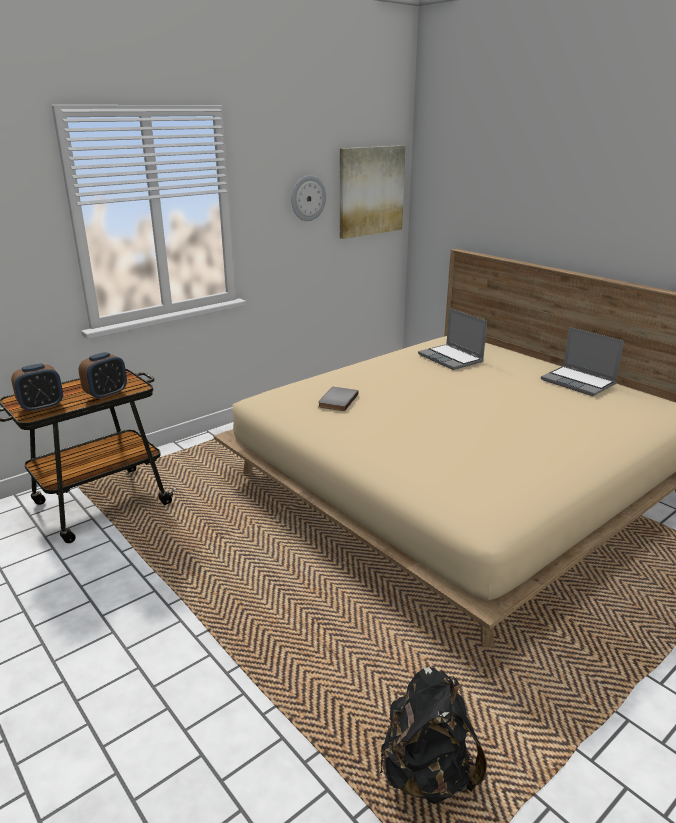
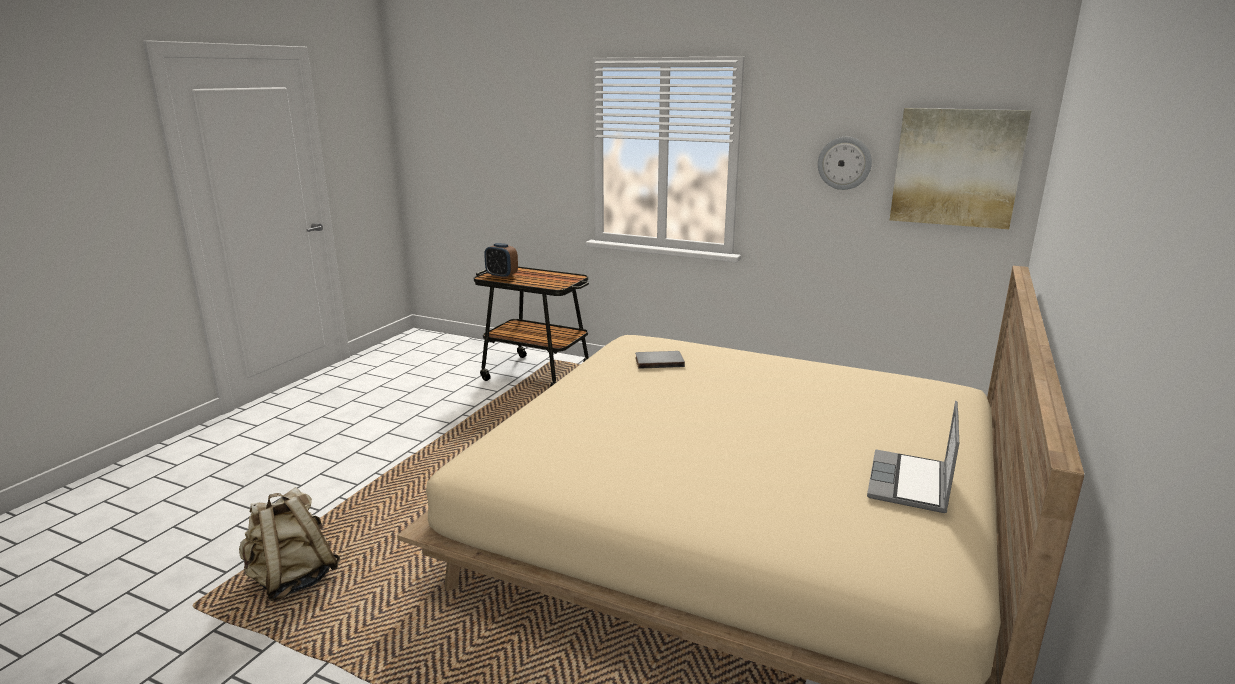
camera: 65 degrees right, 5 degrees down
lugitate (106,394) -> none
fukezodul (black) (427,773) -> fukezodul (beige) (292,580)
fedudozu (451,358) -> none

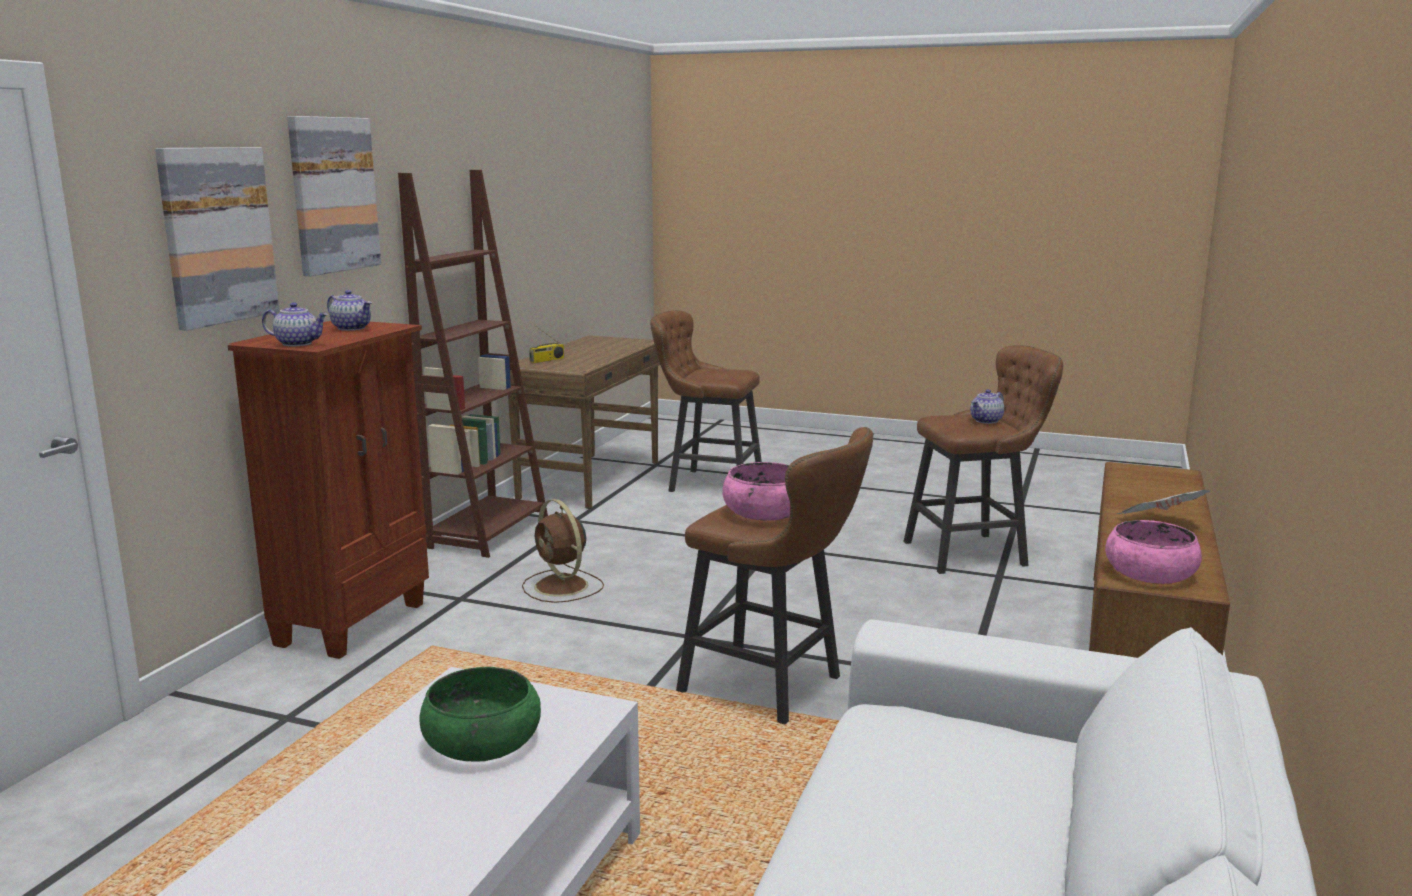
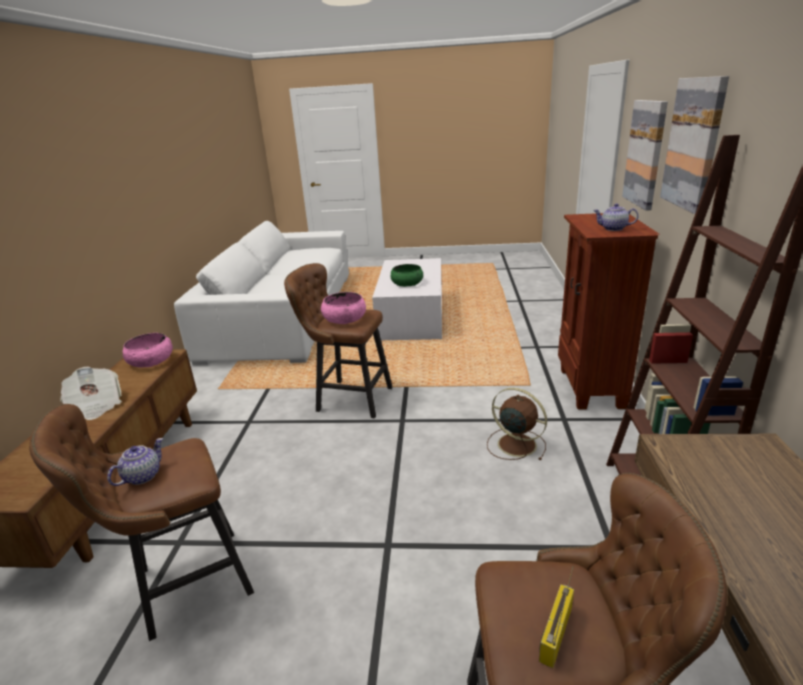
camera: 165 degrees right, 10 degrees up
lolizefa (298,344) -> none
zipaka (547,360) -> zipaka (555,631), move

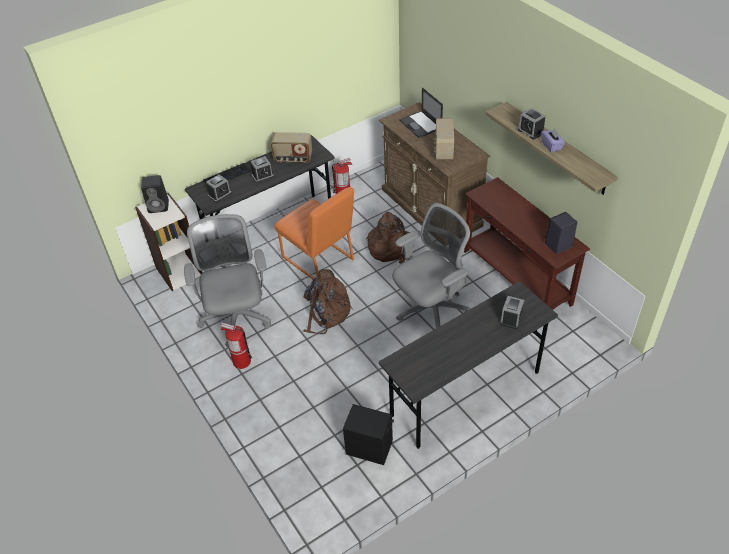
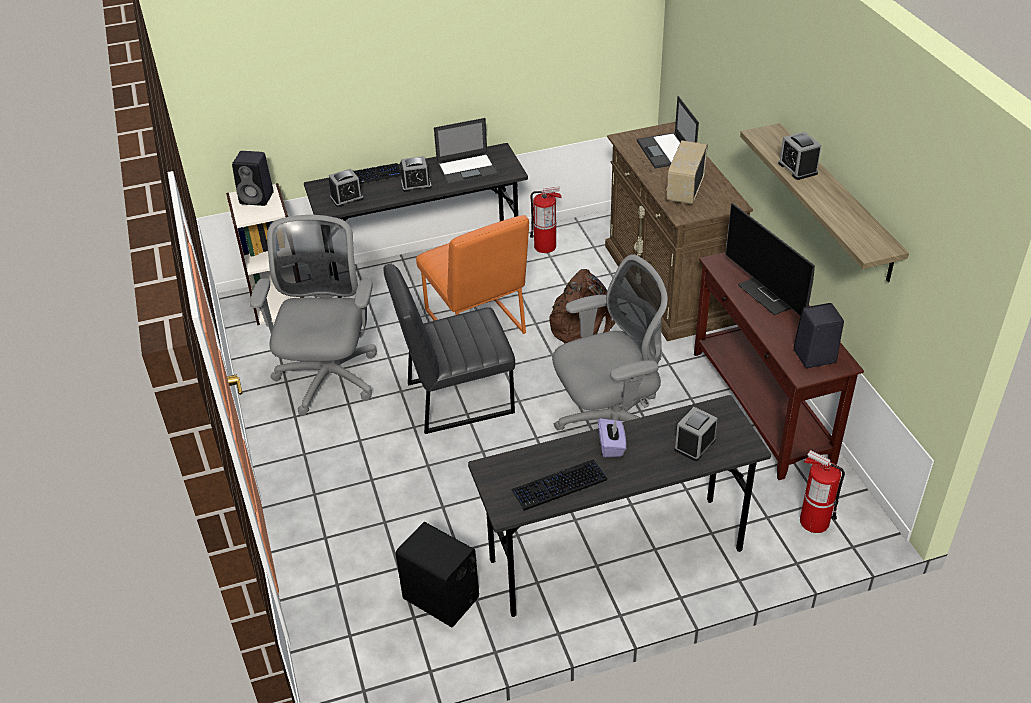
camera: 15 degrees right, 5 degrees down
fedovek (241,361) -> fedovek (813,522), move
zipaka (293,158) -> fedudozu (468,169)
fukezodul (brown) (326,313) -> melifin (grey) (456,398)
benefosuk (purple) (551,146) -> benefosuk (purple) (611,446), move
none -> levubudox (559,486)
none -> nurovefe (771,295)

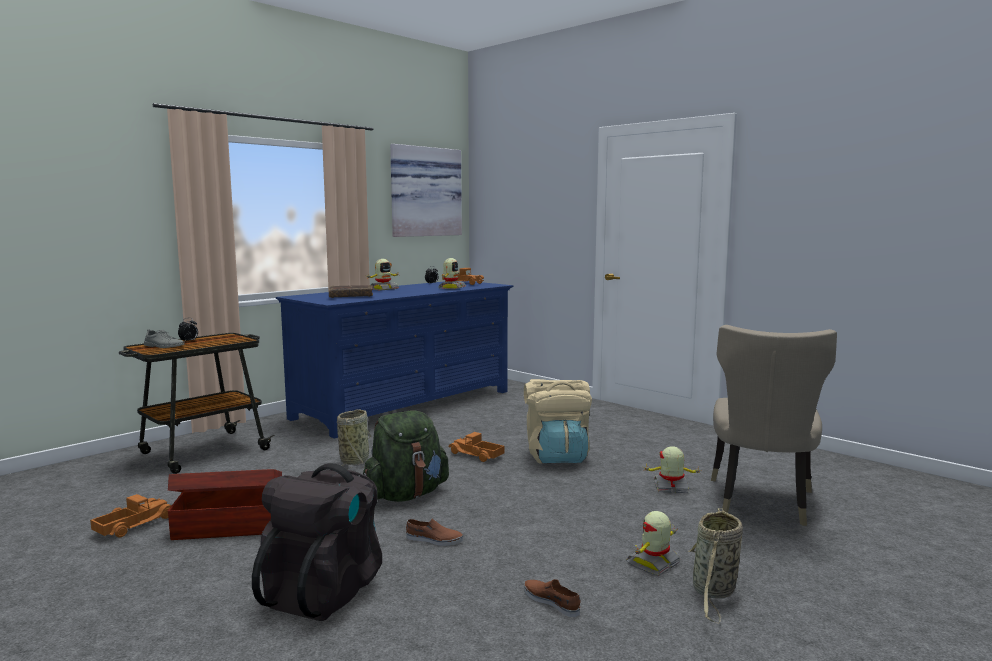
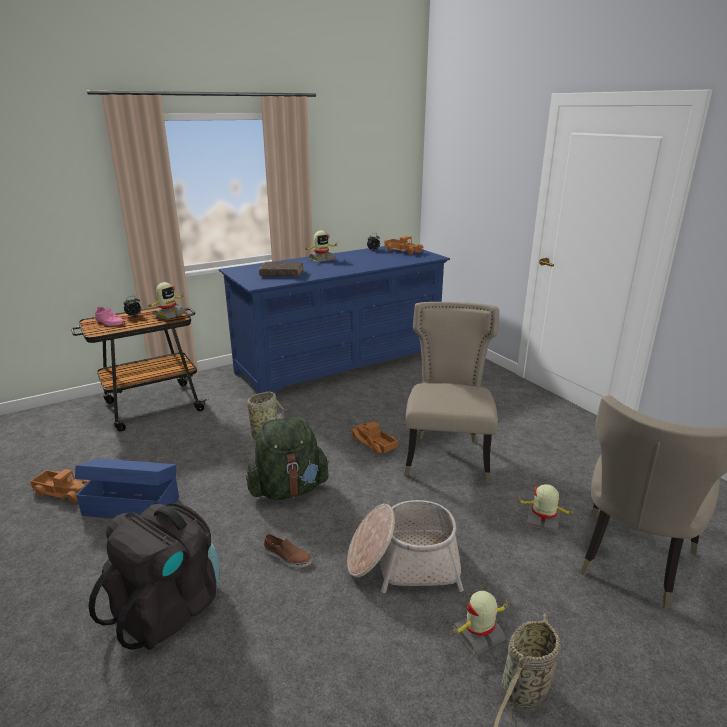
camera: 15 degrees right, 15 degrees up
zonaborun (133,524) -> zonaborun (64,491), 60 degrees clockwise
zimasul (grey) (164,346) -> zimasul (pink) (110,322)
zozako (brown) (228,526) -> zozako (blue) (131,505)
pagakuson (424,192) -> none
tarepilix (451,288) -> tarepilix (169,315), move
fukezodul (beige) (557,456) -> melifin (beige) (447,456)
zimasul (brown) (552,601) -> none
none -> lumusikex (403,562)

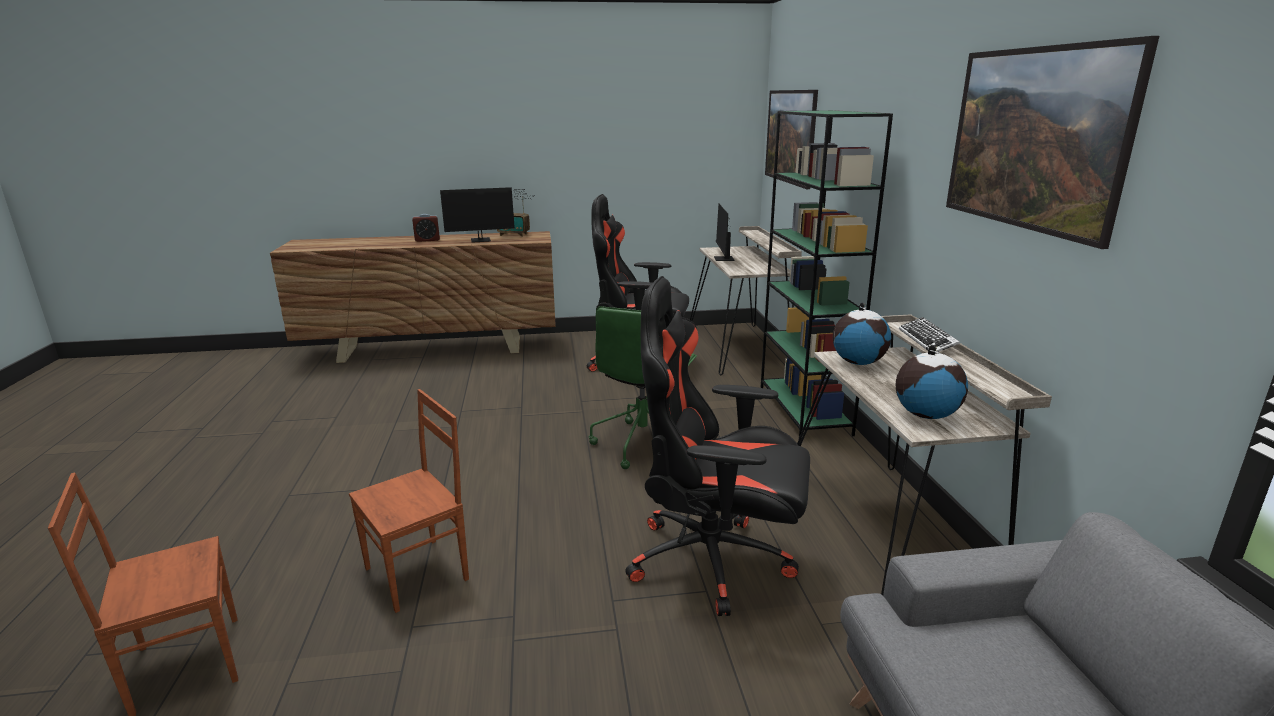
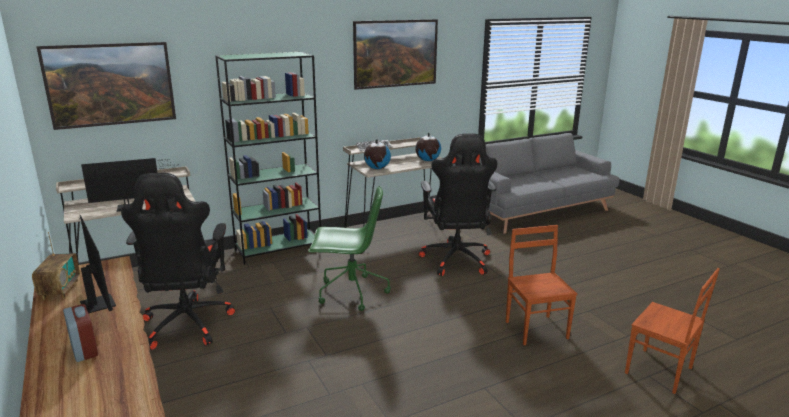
camera: 110 degrees left, 0 degrees up
melifin (brown) (419,574) -> melifin (brown) (536,329), 45 degrees clockwise

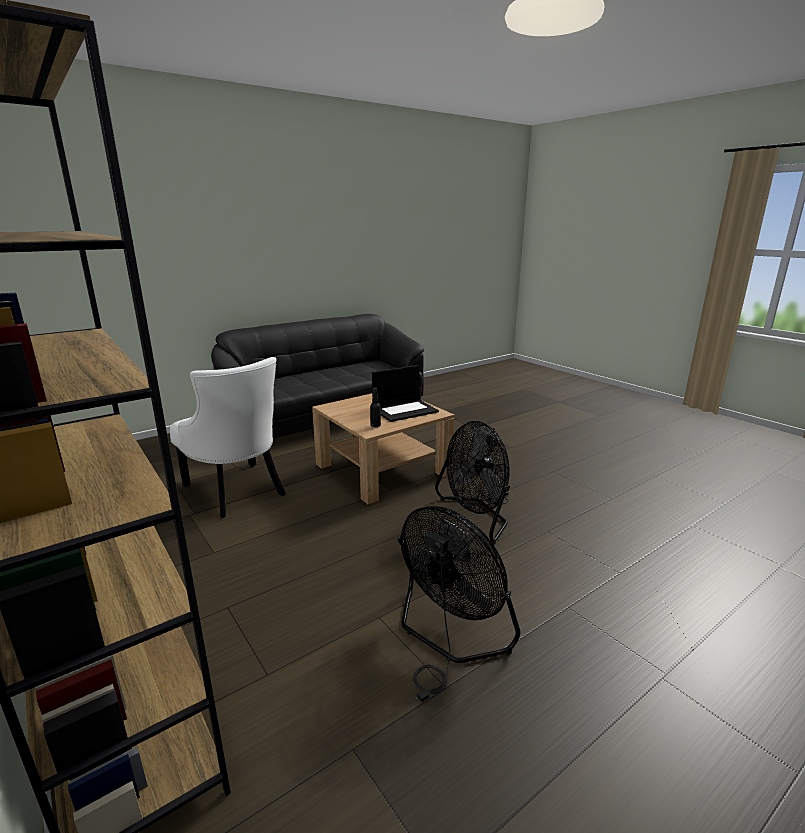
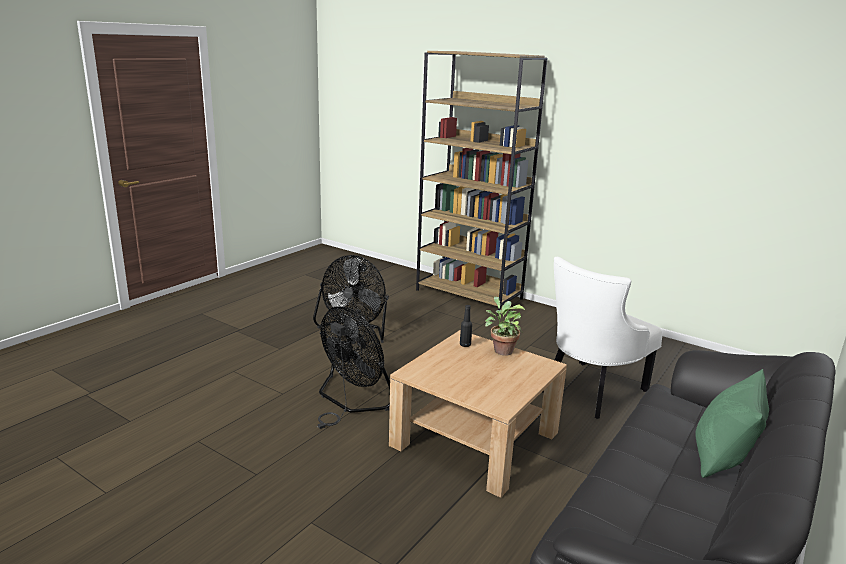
camera: 160 degrees right, 0 degrees up
melifin (white) (235,489) -> melifin (white) (592,389), 75 degrees counterclockwise
fedudozu (405,410) -> none
none -> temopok (501,350)
none -> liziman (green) (723,457)

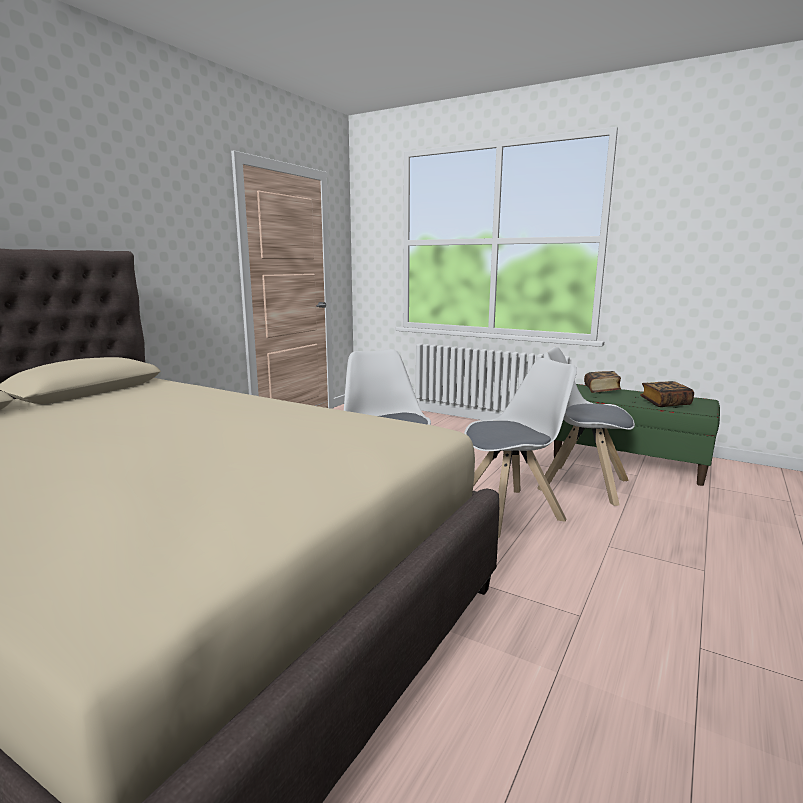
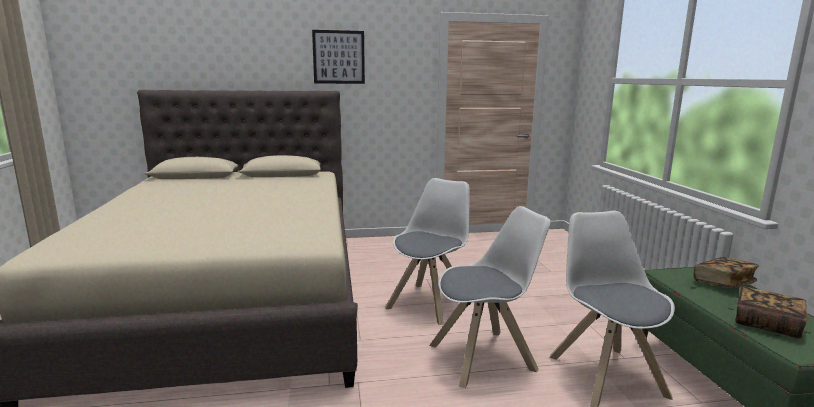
camera: 50 degrees right, 0 degrees up
melifin (511,511) -> melifin (485,357), 45 degrees counterclockwise
none -> pagakuson (338,57)

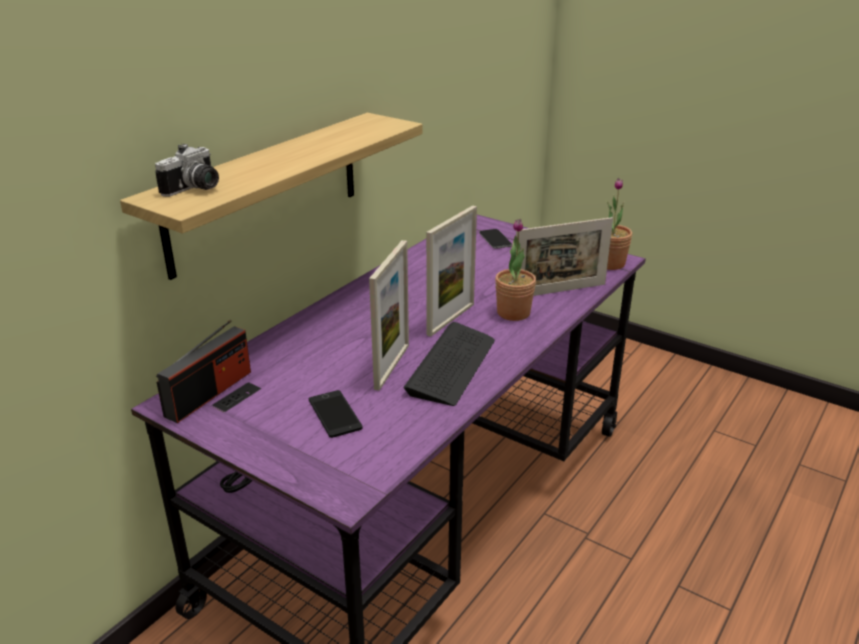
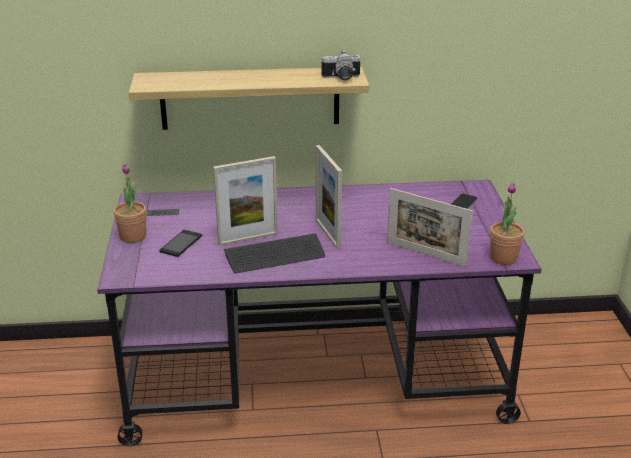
camera: 50 degrees right, 0 degrees up
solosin (195,189) -> solosin (341,78), move
zipaka (209,393) -> none
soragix (451,319) -> soragix (327,233), 75 degrees clockwise
temopok (513,313) -> temopok (133,236), move

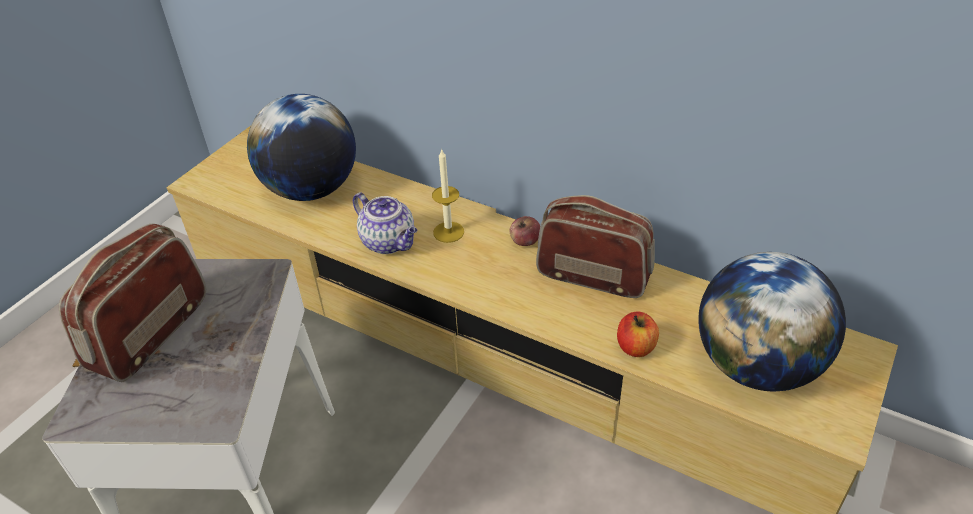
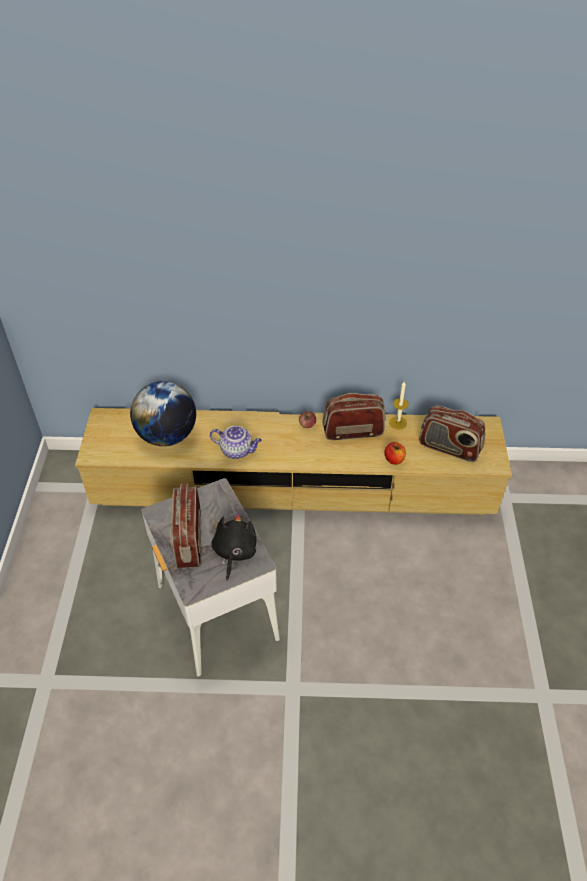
camera: 30 degrees left, 5 degrees up
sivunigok (448,232) -> sivunigok (398,423), move
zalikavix (756,365) -> zipaka (449,448)
none -> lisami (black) (234,552)

